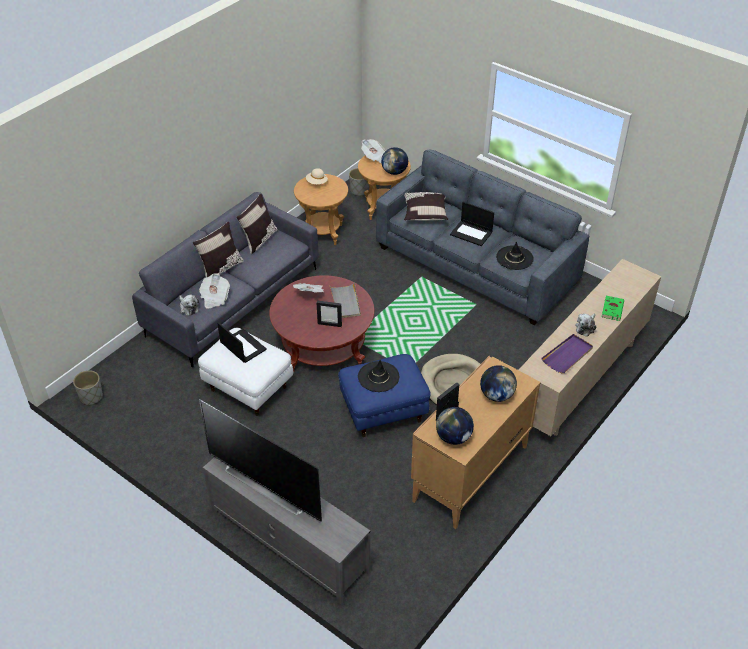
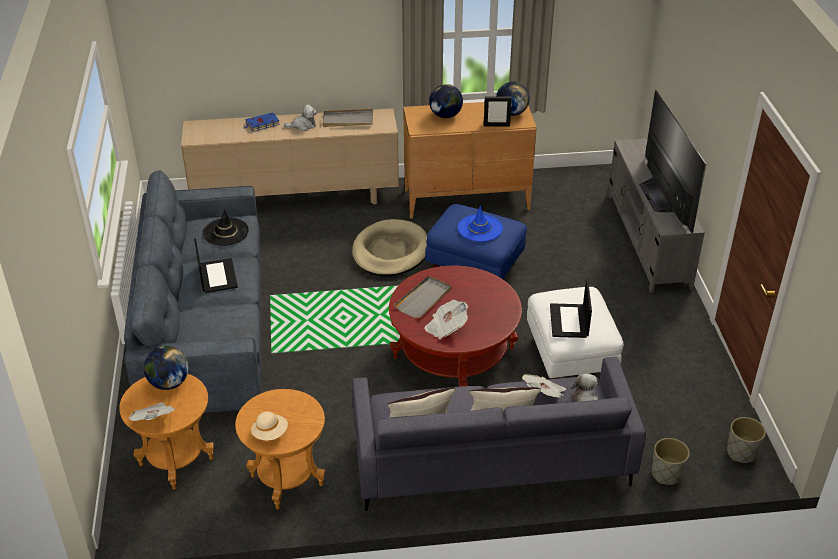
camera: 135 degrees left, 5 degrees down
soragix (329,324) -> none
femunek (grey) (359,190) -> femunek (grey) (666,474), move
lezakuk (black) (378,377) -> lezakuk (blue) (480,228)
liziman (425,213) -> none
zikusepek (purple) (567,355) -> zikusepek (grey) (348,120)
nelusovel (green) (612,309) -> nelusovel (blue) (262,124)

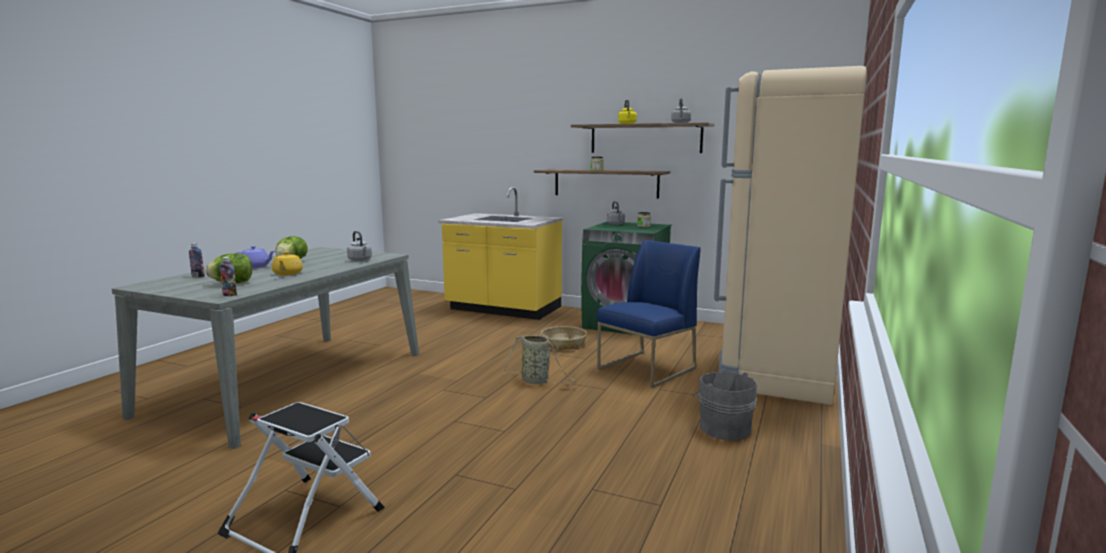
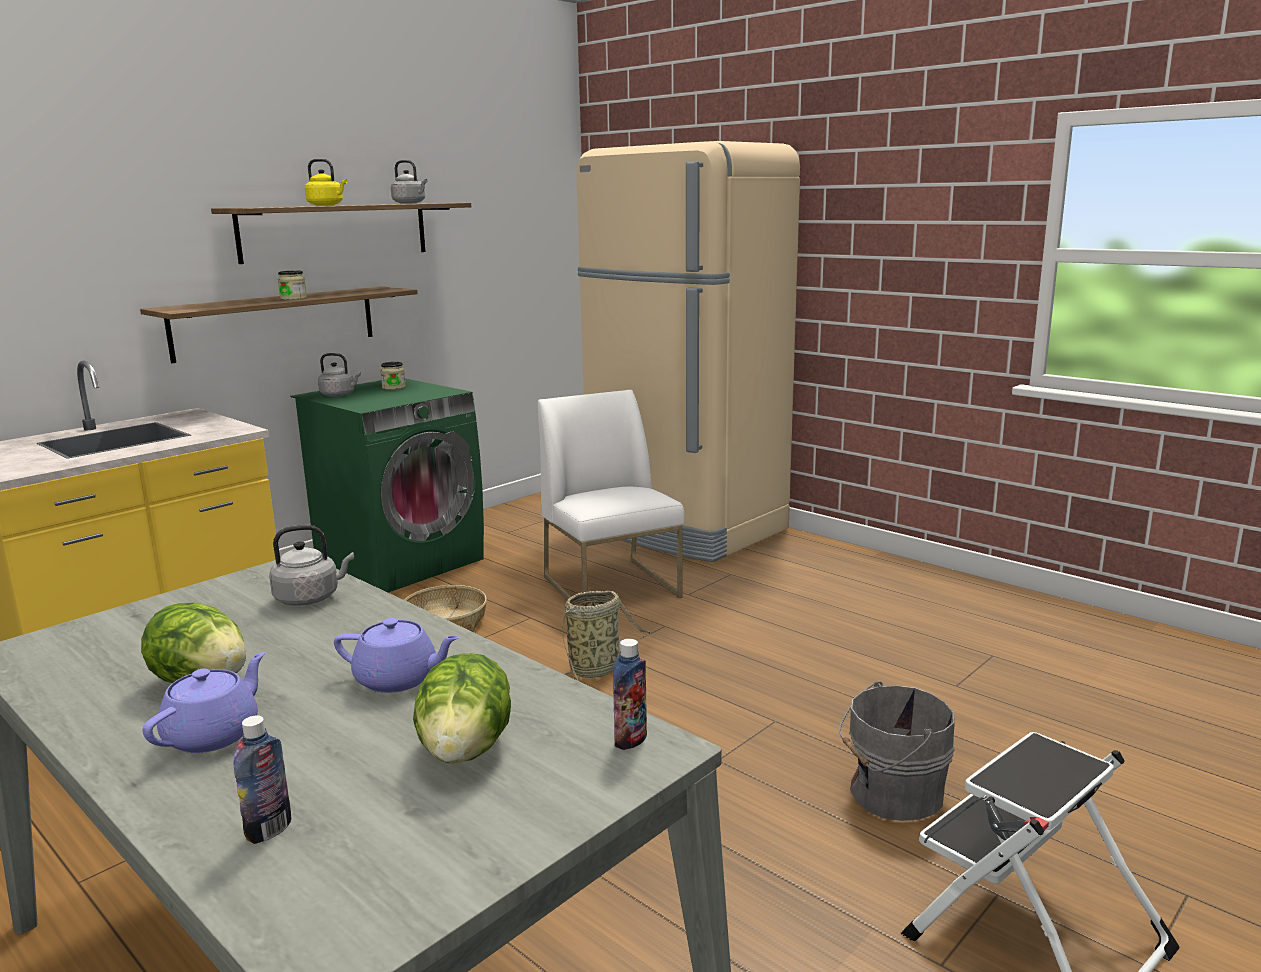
camera: 70 degrees left, 5 degrees up
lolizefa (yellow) (287,273) -> lolizefa (purple) (398,679)
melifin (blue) (646,369) -> melifin (white) (612,587)
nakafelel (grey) (723,428) -> nakafelel (grey) (891,793), move

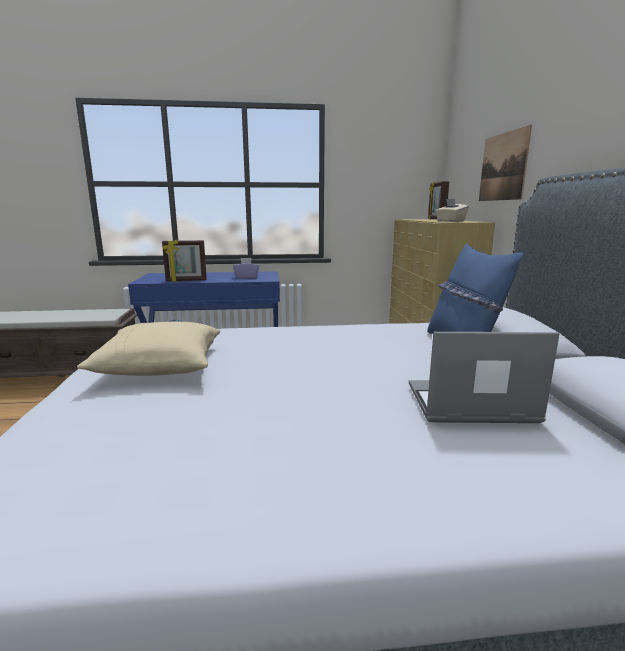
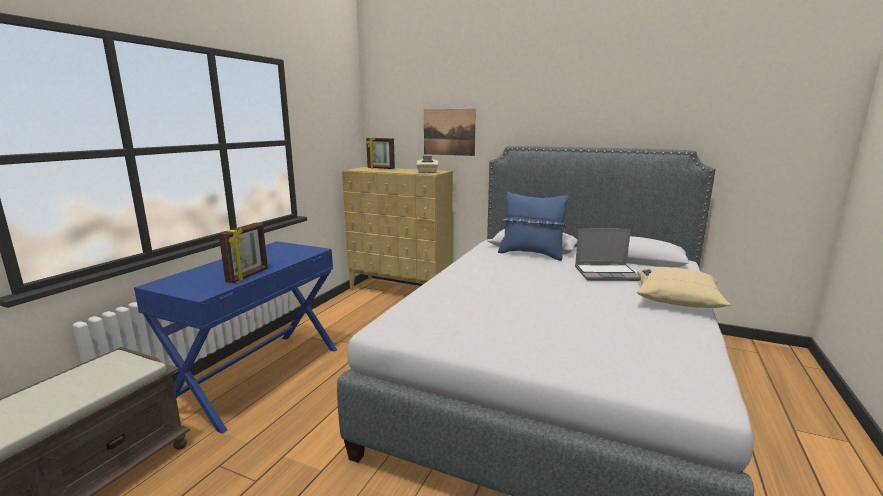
camera: 60 degrees left, 0 degrees up
liziman (beige) (161,367) -> liziman (beige) (676,301), move
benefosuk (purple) (246,277) -> none
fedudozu (469,405) -> fedudozu (606,273), 120 degrees counterclockwise

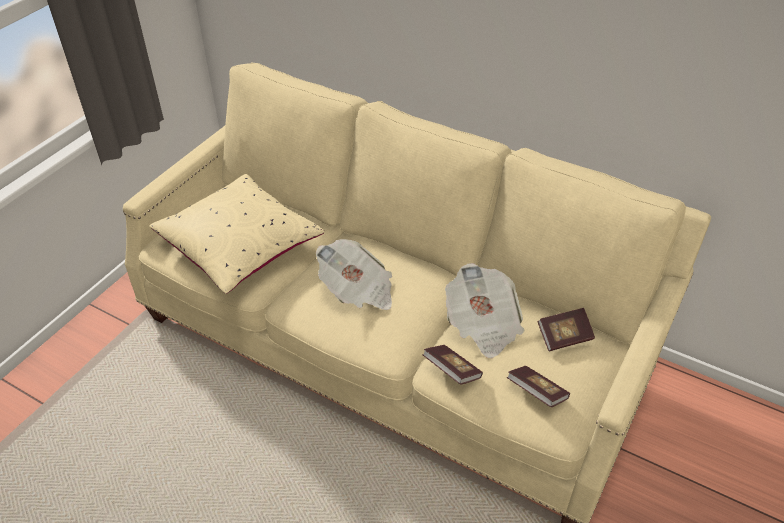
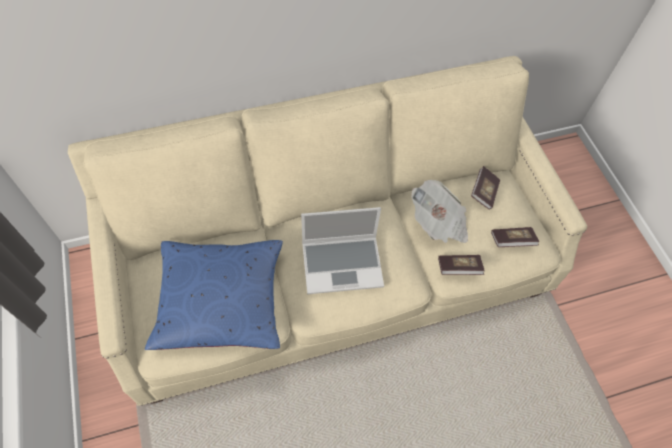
camera: 50 degrees left, 15 degrees up
liziman (beige) (239,246) -> liziman (blue) (220,301)
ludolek (357,291) -> fedudozu (343,264)

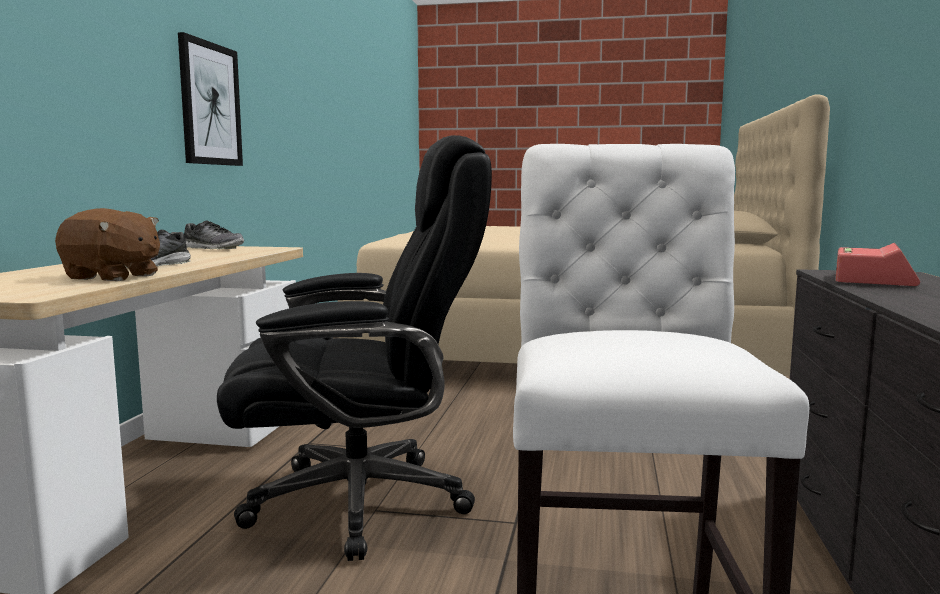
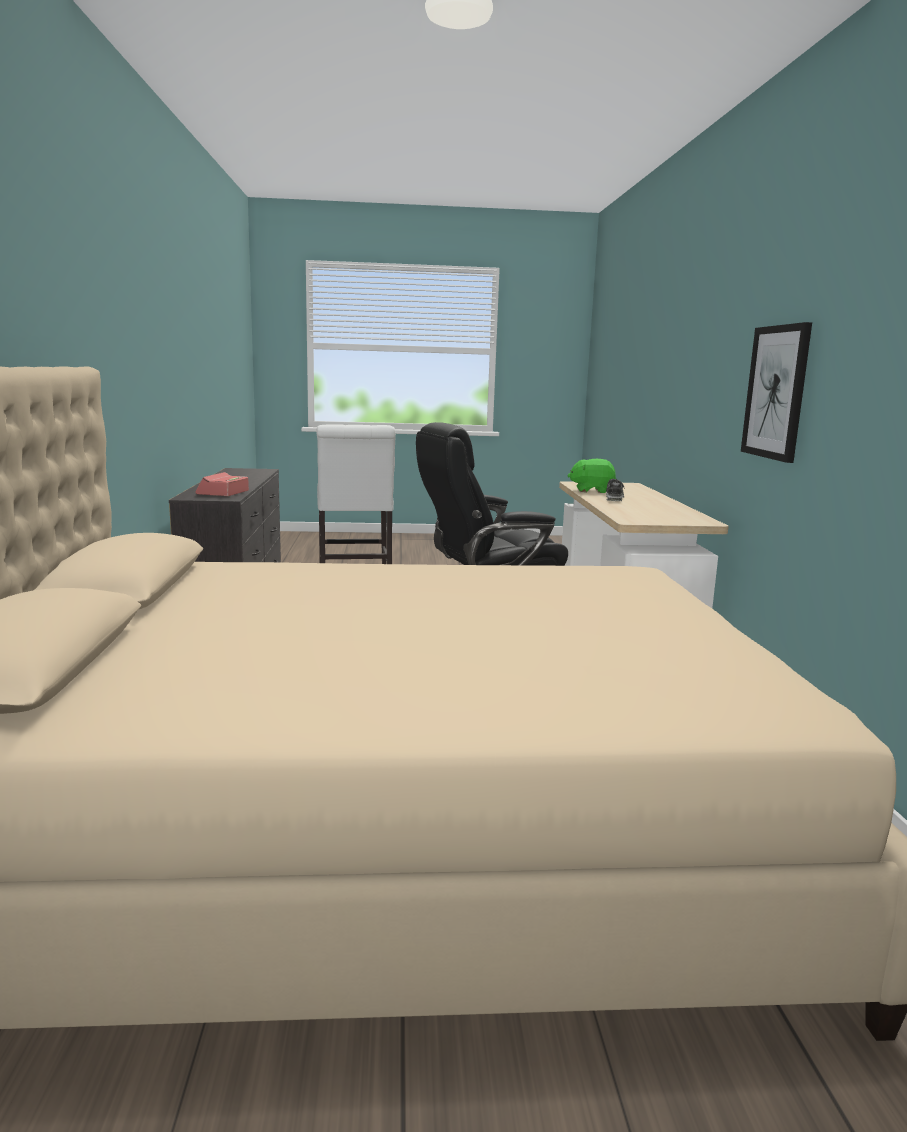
camera: 165 degrees right, 5 degrees up
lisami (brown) (112,277) -> lisami (green) (591,491)
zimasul (212,249) -> none

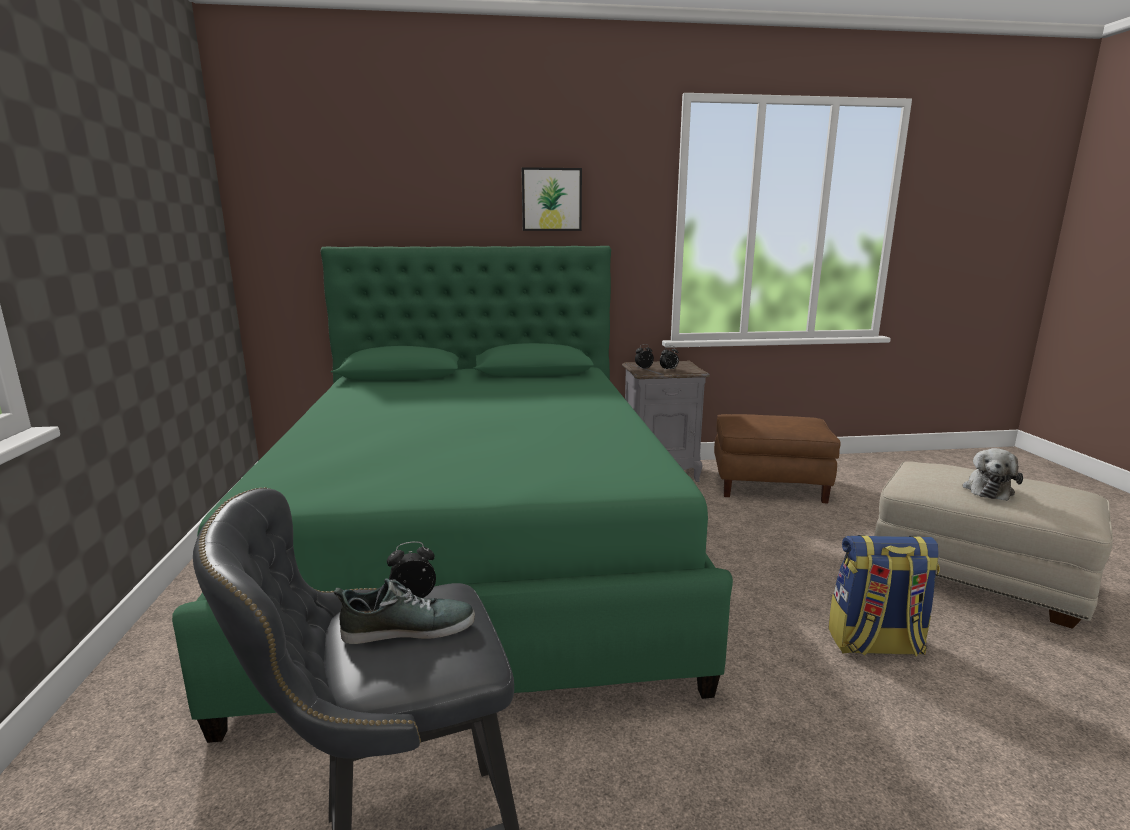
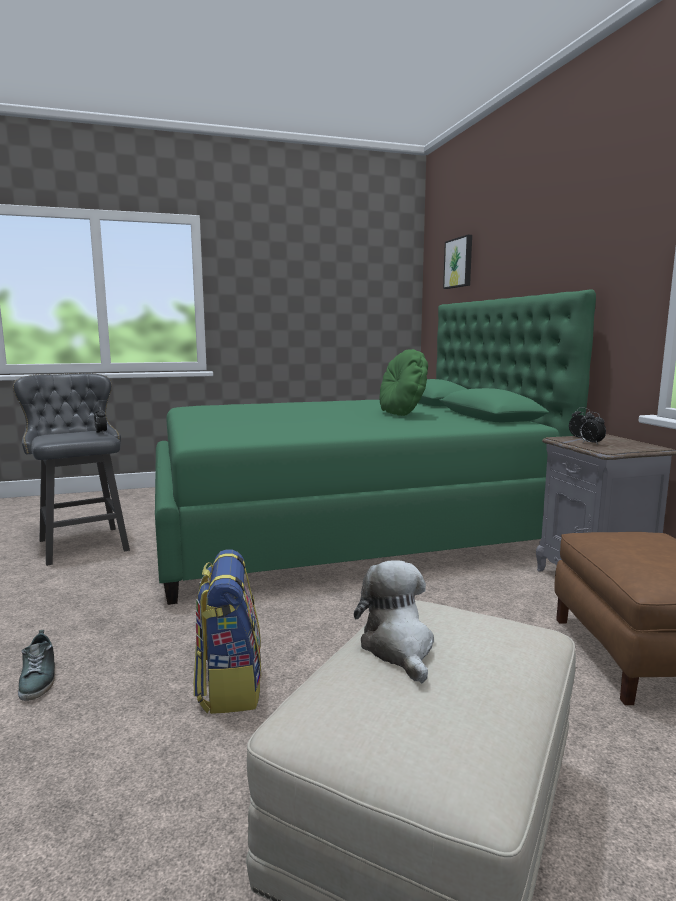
camera: 80 degrees right, 5 degrees down
zimasul (408,628) -> zimasul (39,678), move
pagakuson (551,199) -> pagakuson (459,263), move
lisami (988,489) -> lisami (398,648), 60 degrees clockwise
none -> liziman (green) (402,414)

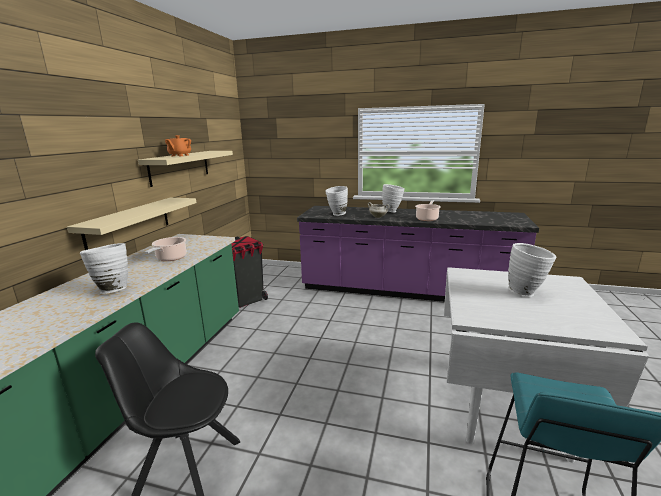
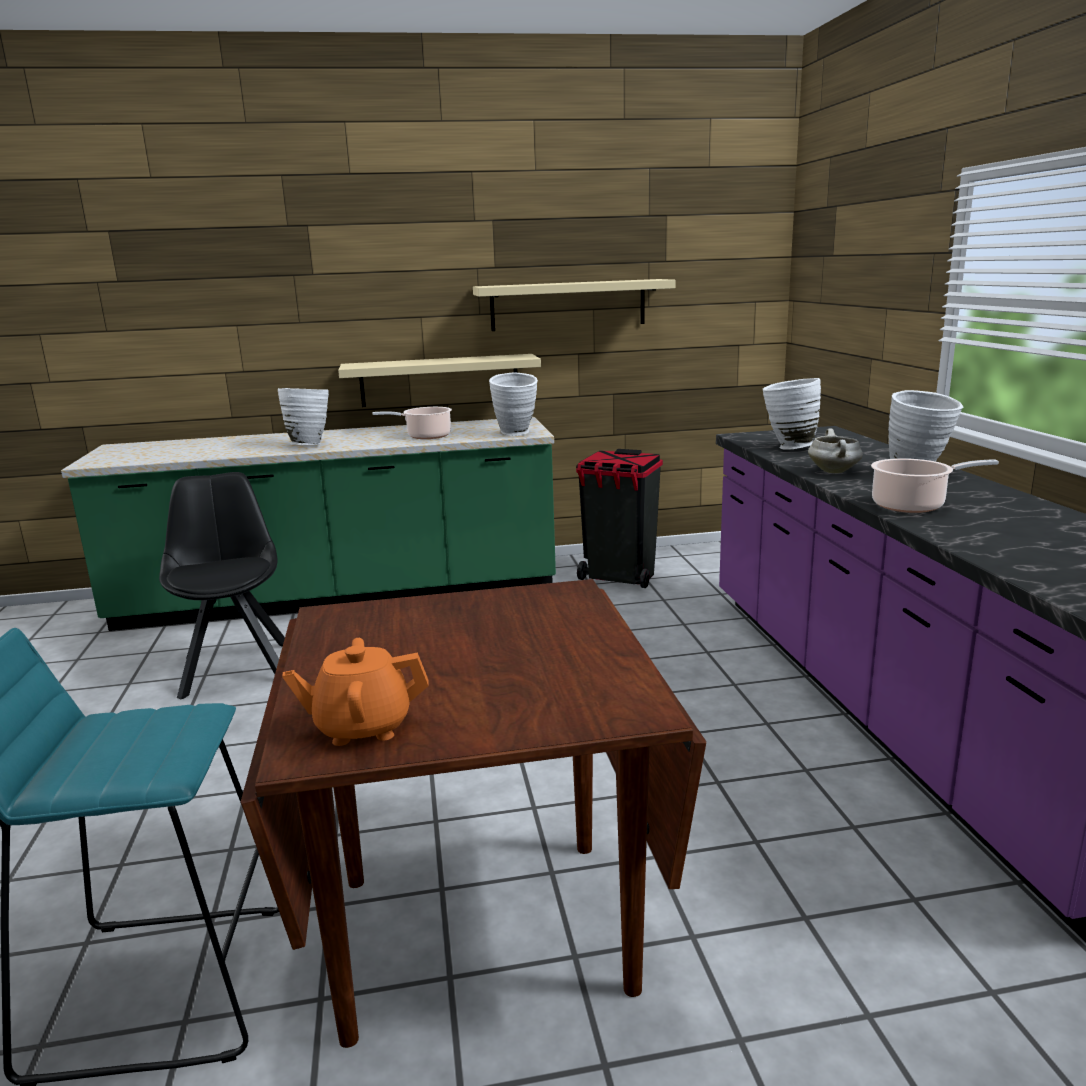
camera: 65 degrees right, 0 degrees up
lolizefa (orange) (180,155) -> lolizefa (orange) (362,727), move
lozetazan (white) (506,408) -> lozetazan (brown) (482,929)
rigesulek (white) (527,293) -> rigesulek (white) (516,434), move

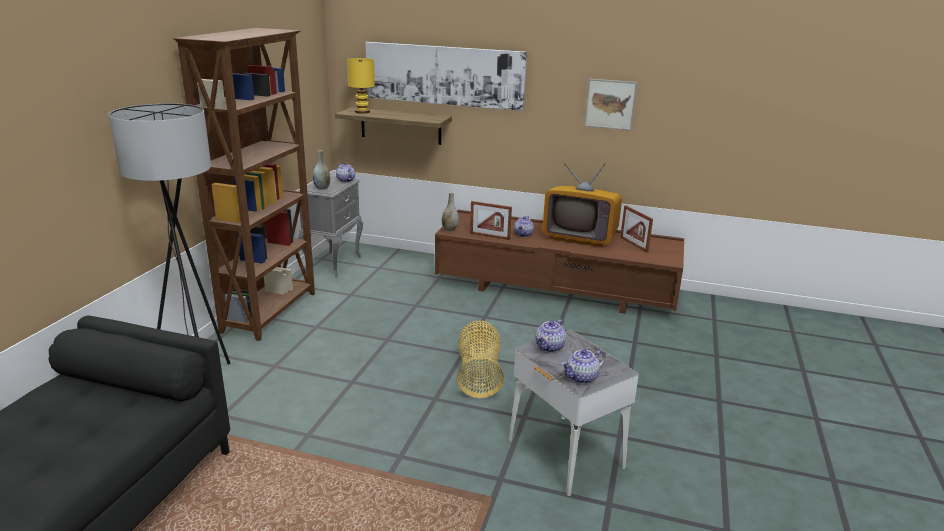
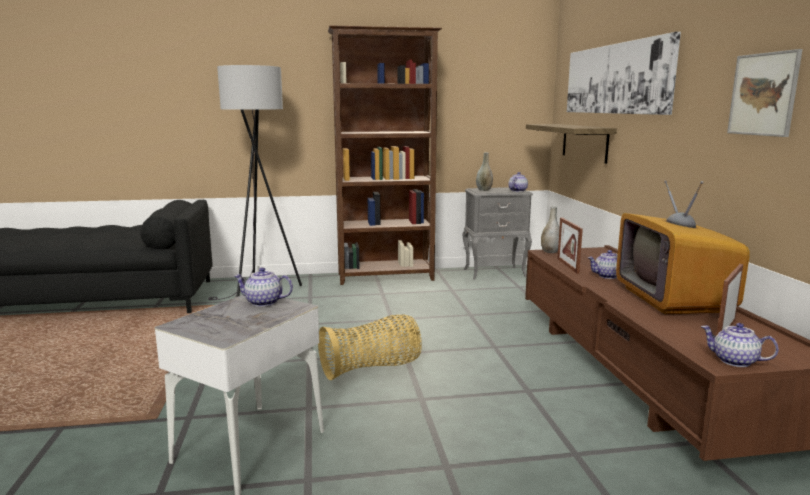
camera: 65 degrees right, 10 degrees down
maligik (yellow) (362,112) -> none
lolizefa (582,377) -> lolizefa (734,361), move

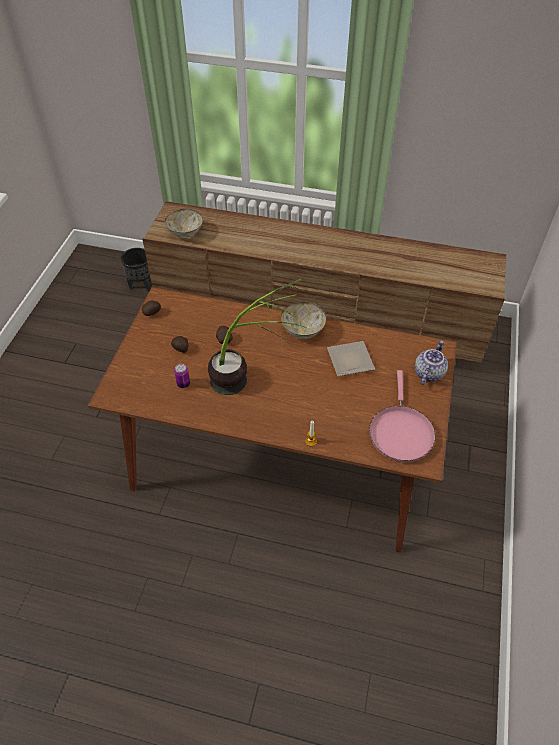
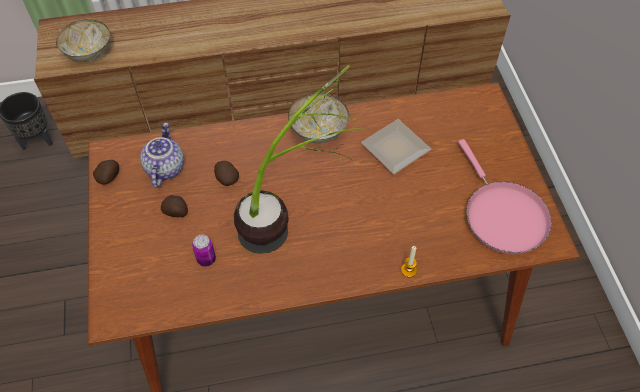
camera: 25 degrees left, 5 degrees up
lolizefa (428,373) -> lolizefa (164,168), move

